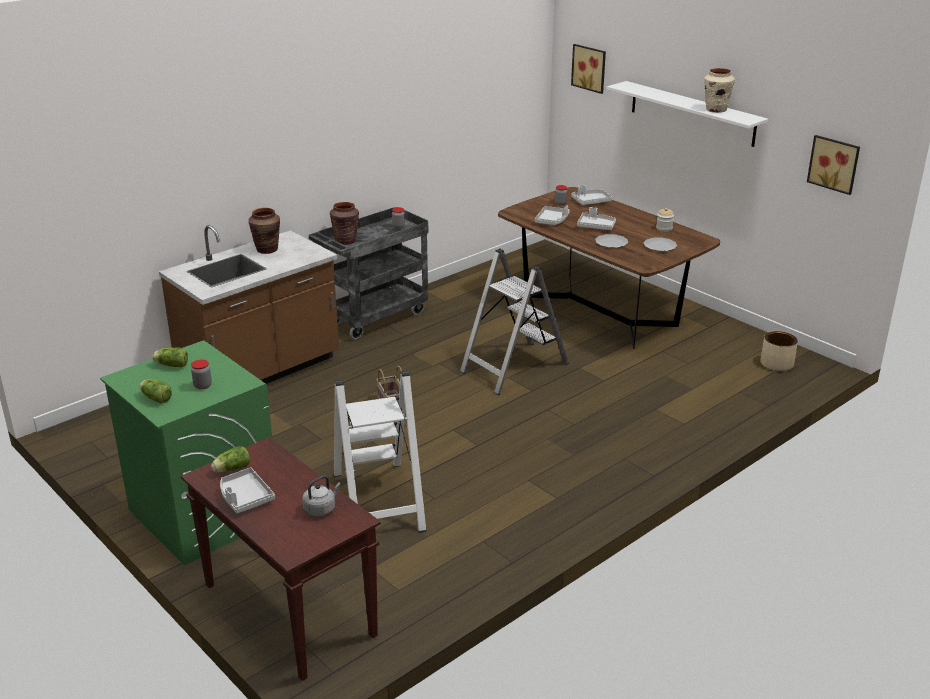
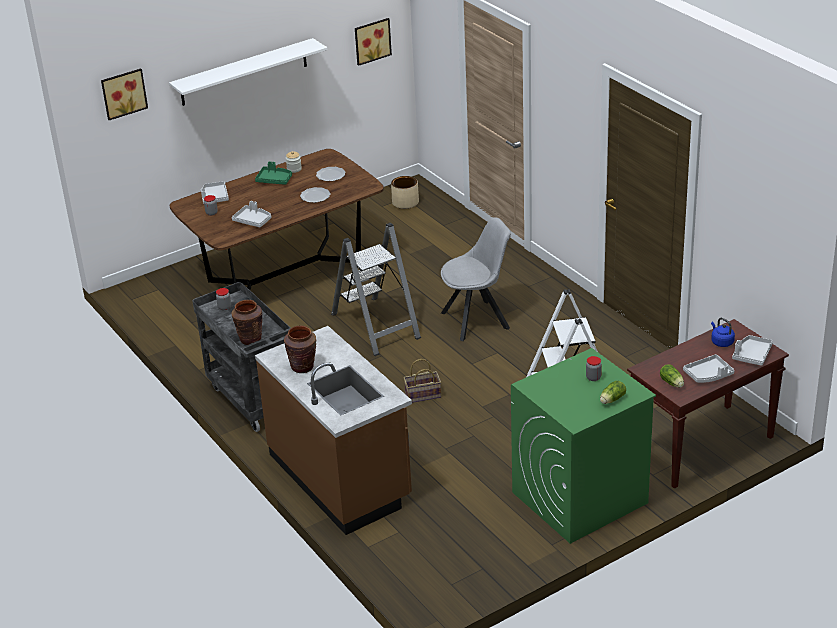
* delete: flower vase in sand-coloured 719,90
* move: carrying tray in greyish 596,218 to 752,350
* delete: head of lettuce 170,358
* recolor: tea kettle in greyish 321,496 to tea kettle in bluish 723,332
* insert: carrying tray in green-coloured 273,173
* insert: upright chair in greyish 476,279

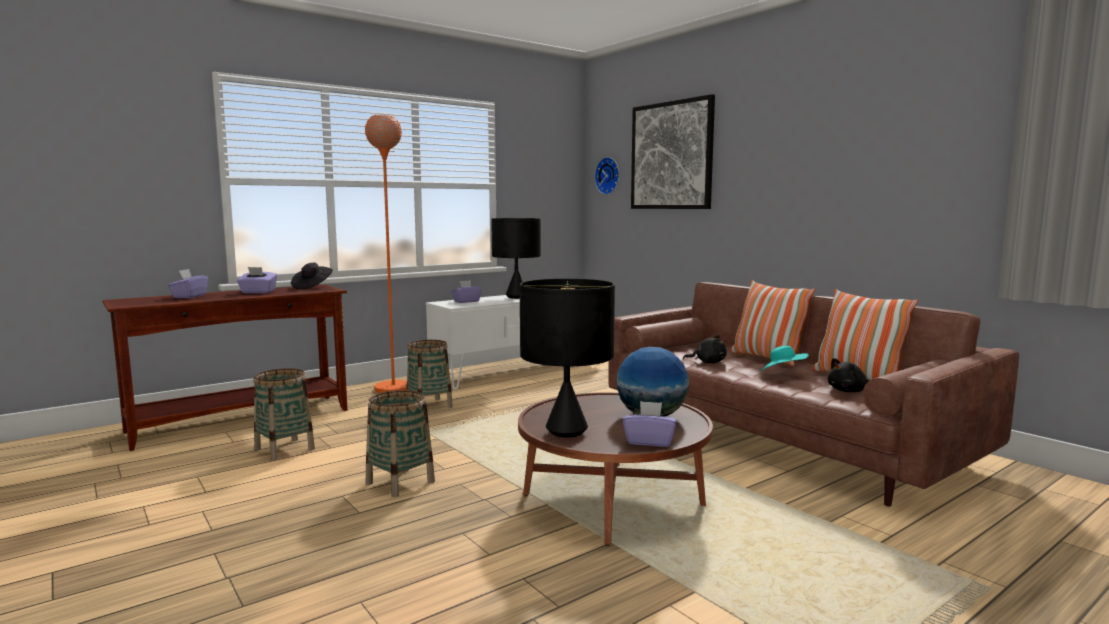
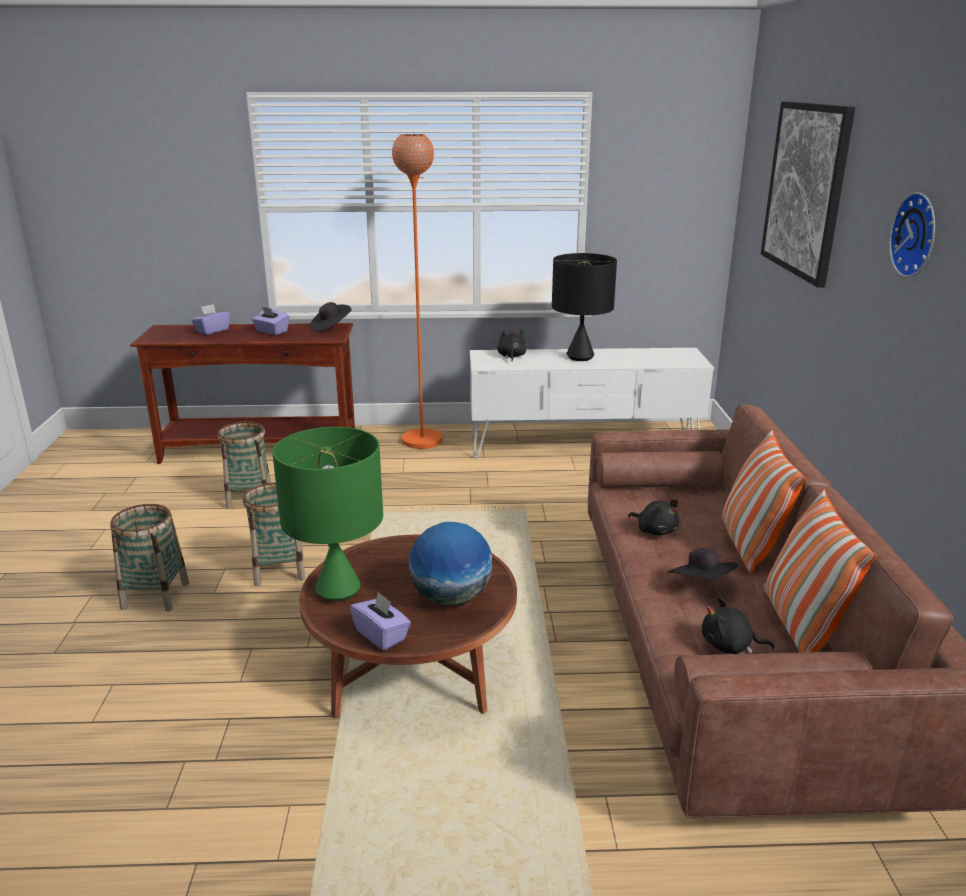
* move: wall clock 606,176 to 912,234
* recolor: tabletop lamp in blackish 567,358 to tabletop lamp in green-coloured 327,514
* replace: box of tissues in purple-coloured 466,291 to plush toy in blackish 511,345
* move: basket 429,374 to 149,558
* recolor: wearable hat in blue-green 784,359 to wearable hat in blackish 702,563

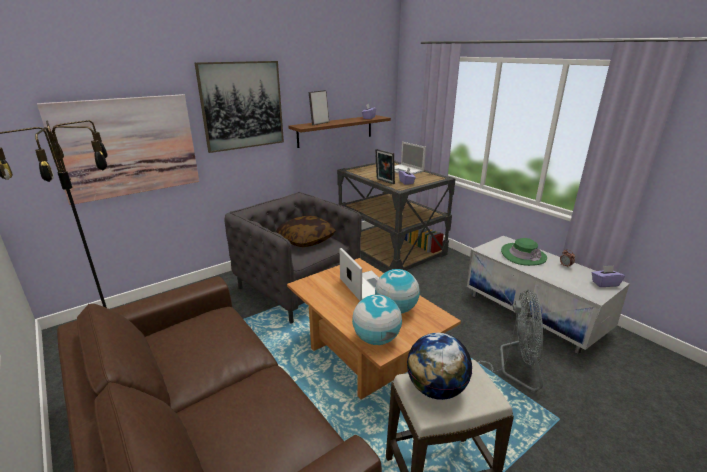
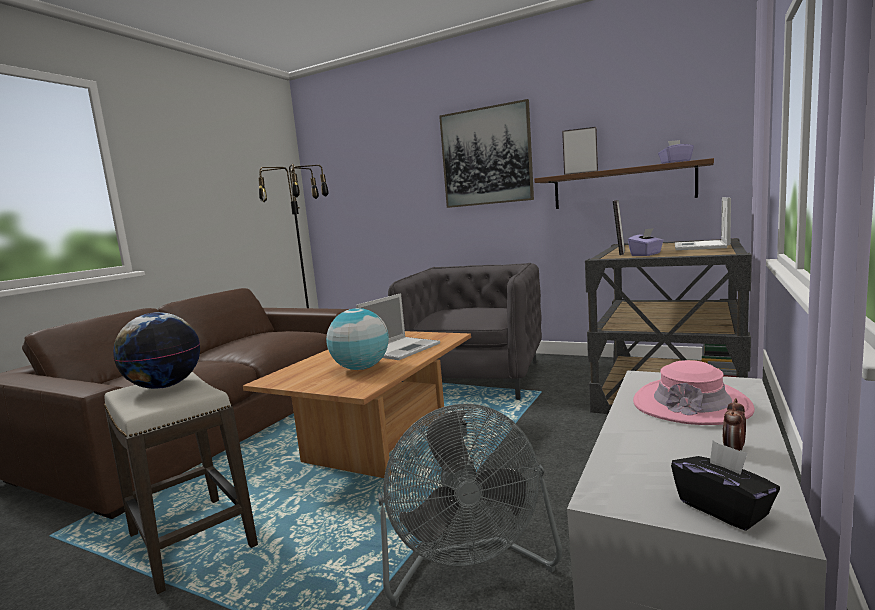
* delete: picture 118,149
* delete: throw pillow 306,231
* recolor: wearable hat in green-coloured 524,252 to wearable hat in pink-coloured 694,392
* recolor: box of tissues in purple-coloured 608,276 to box of tissues in blackish 725,486
* delete: desk globe 377,319

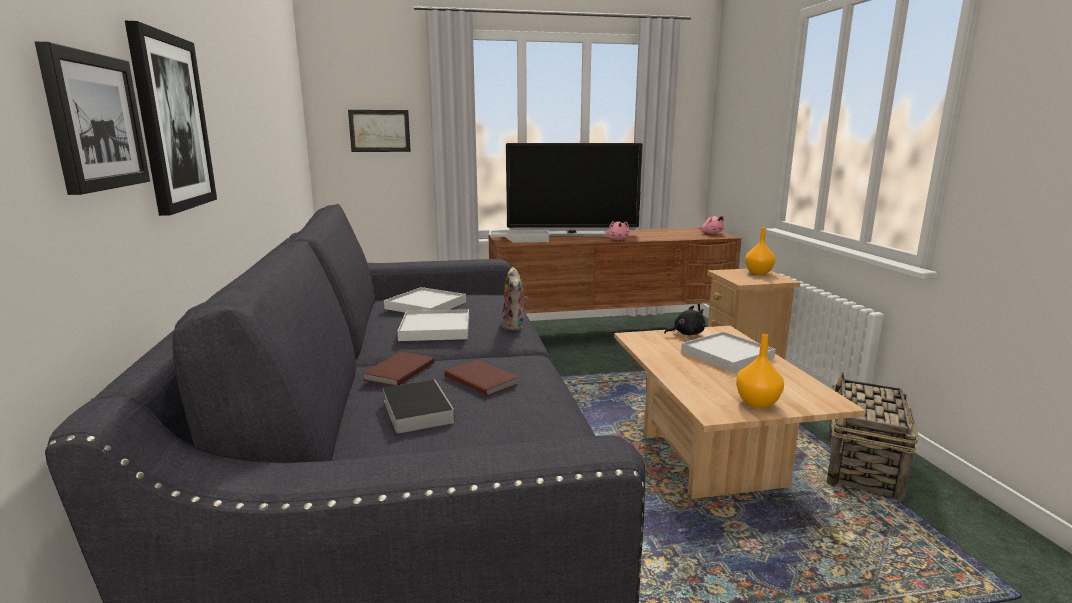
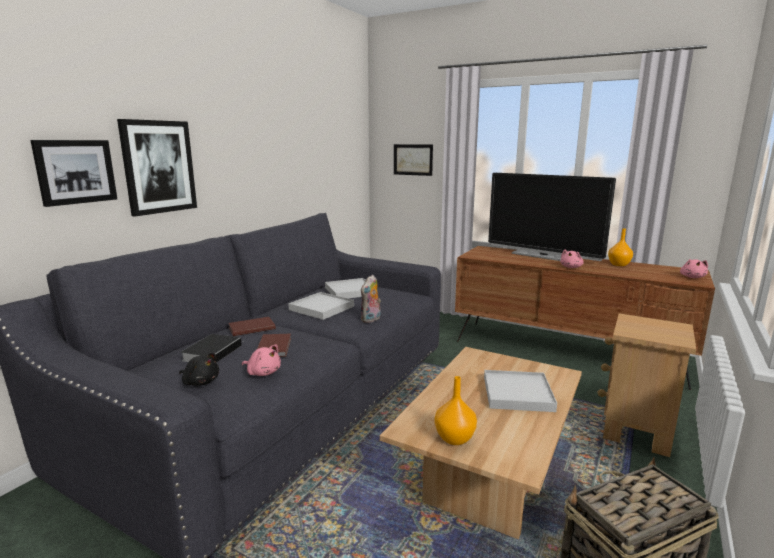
* move: flower vase in orange 760,251 to 620,247
* delete: carrying tray in whitish 519,236
* move: plush toy in blackish 684,320 to 199,369
* insert: plush toy in pink-coloured 261,360

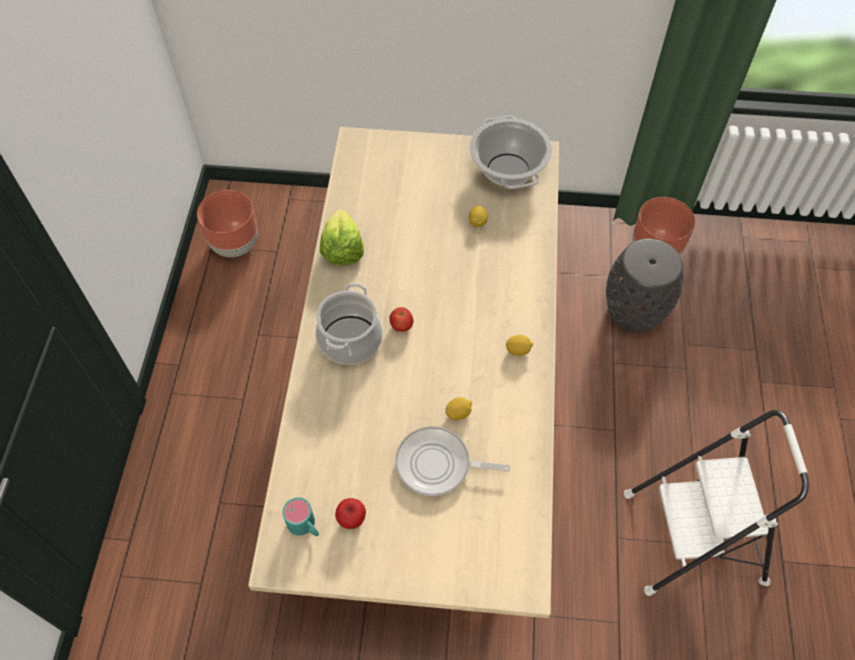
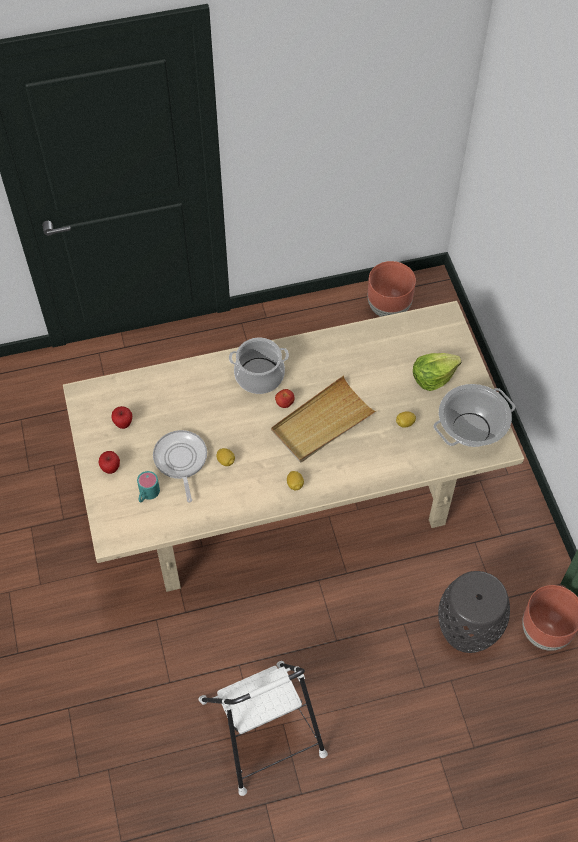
* move: head of lettuce 342,237 to 437,372
* move: tea mug in blue-green 300,516 to 148,487
* insert: carrying tray in sand-coloured 324,419
* insert: whole apple 109,462

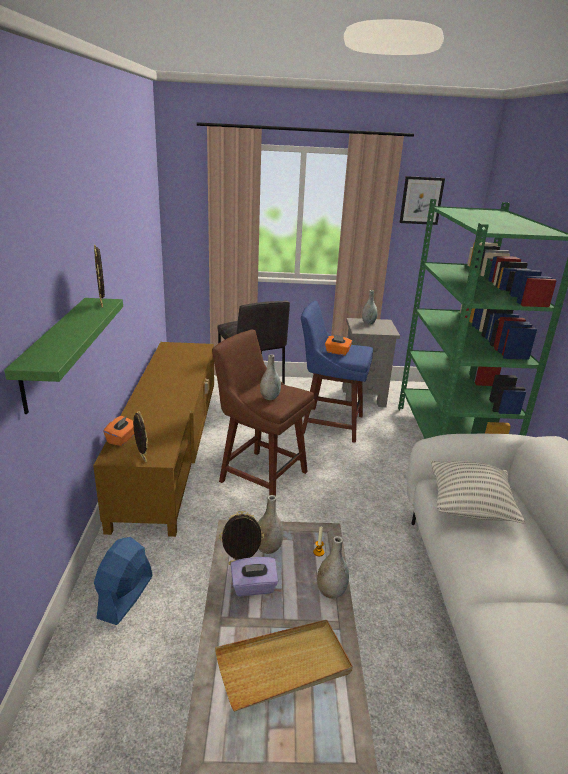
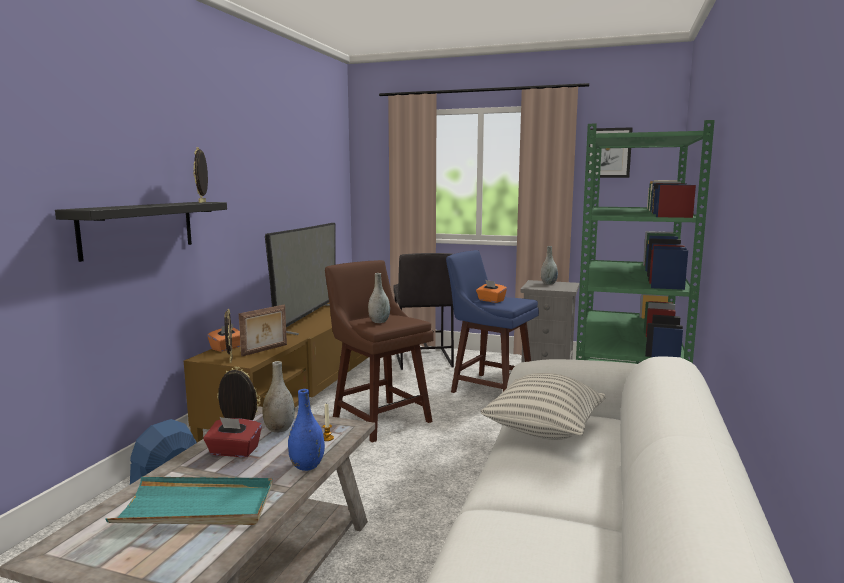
* recolor: bracket shelf in green-coloured 63,356 to bracket shelf in blackish 141,232
* recolor: flower vase in greyish 333,567 to flower vase in bluish 306,430
* recolor: box of tissues in purple-coloured 254,576 to box of tissues in red 233,437
* recolor: carrying tray in sand-coloured 284,666 to carrying tray in blue-green 189,501
* insert: television 300,279
* insert: photo frame 263,331

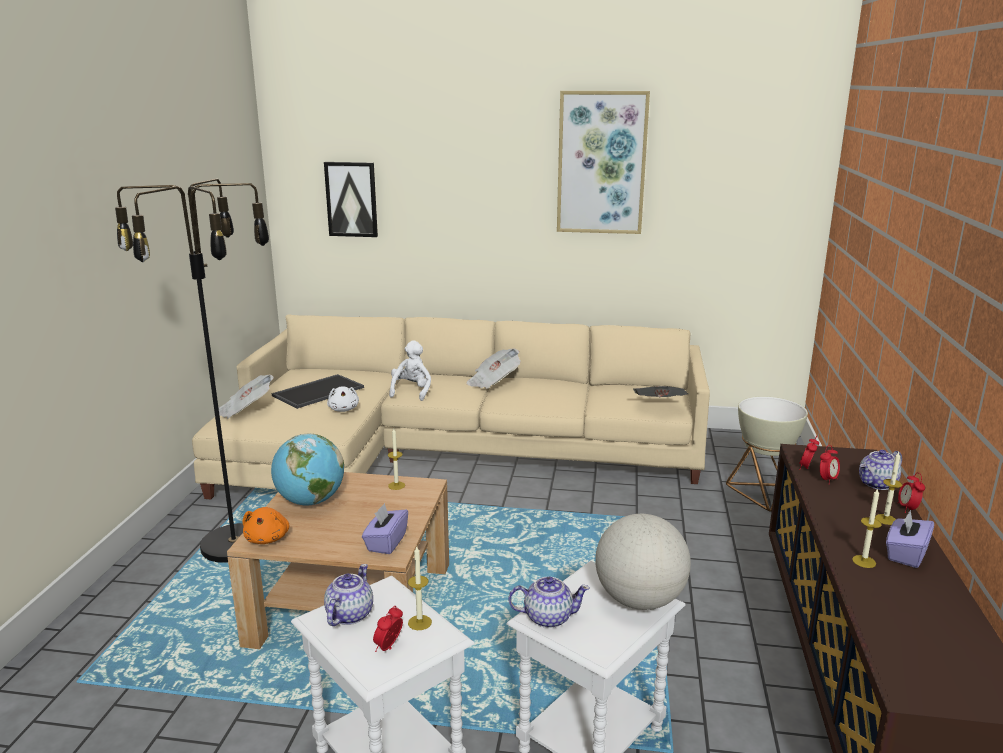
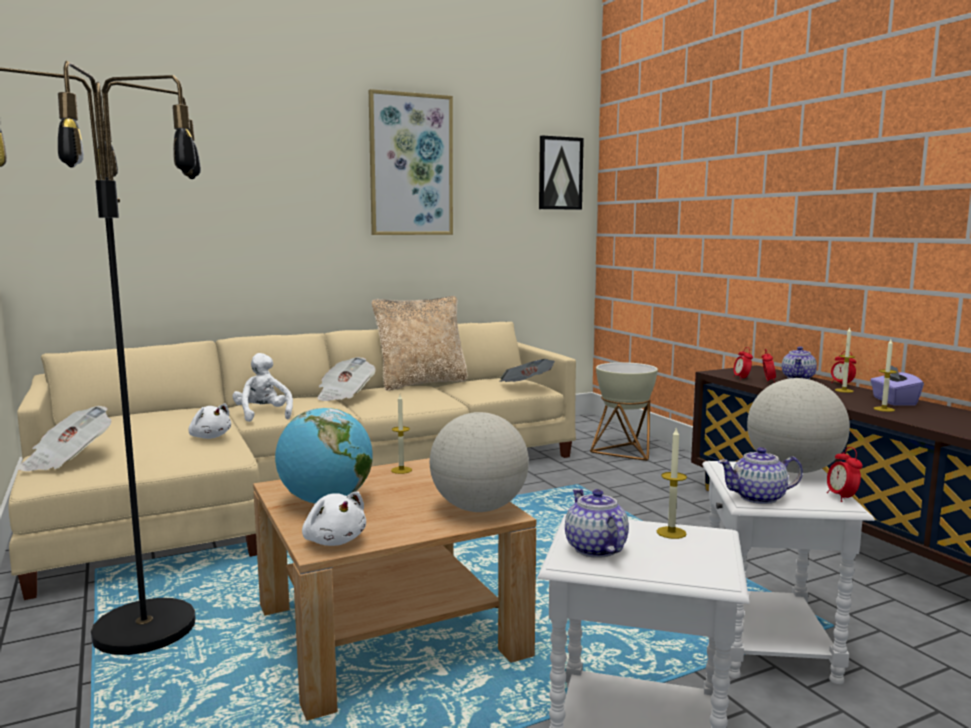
* move: picture 351,199 to 561,172
* delete: carrying tray 318,391
* replace: box of tissues in purple-coloured 385,528 to desk globe 479,462
* recolor: plush toy in orange 265,525 to plush toy in whitish 334,519
* rotate: tea pot 549,602 = 760,475 150 degrees counterclockwise
* move: alarm clock 388,629 to 845,474
* insert: throw pillow in sand-coloured 419,343

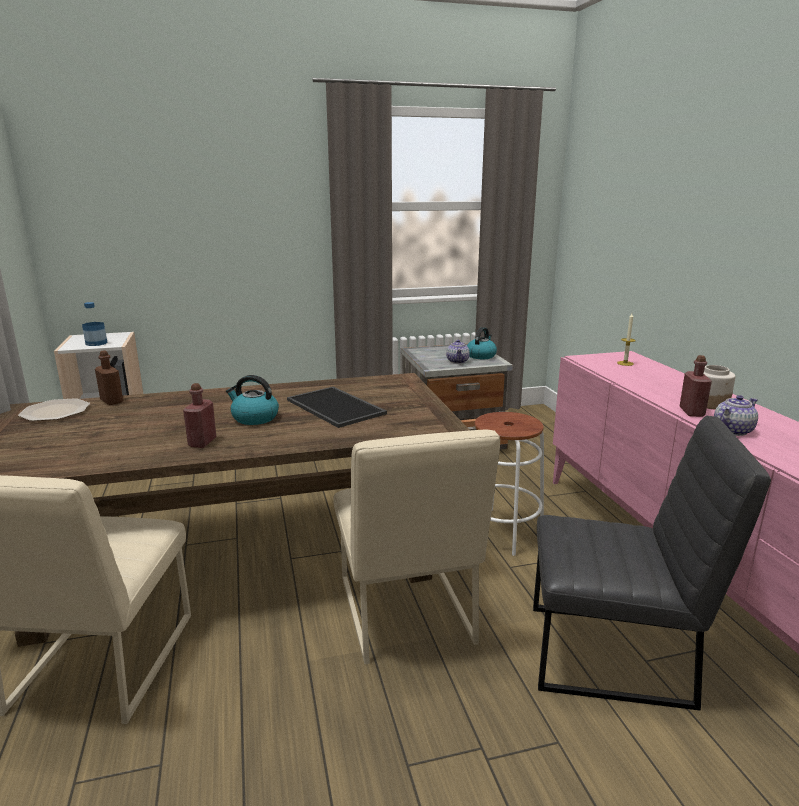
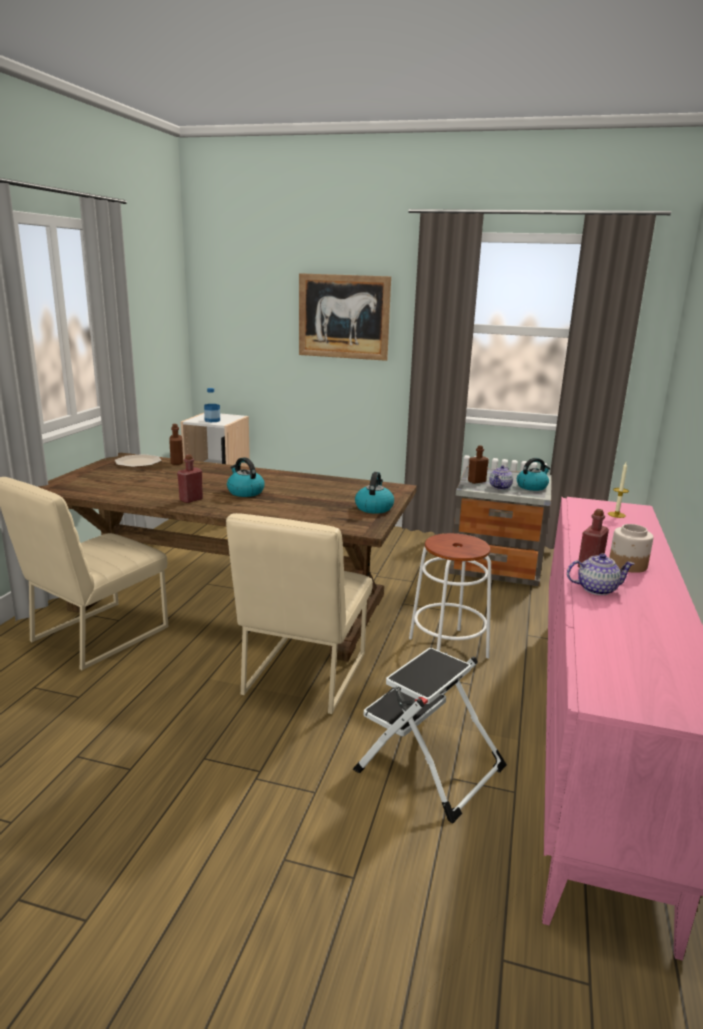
* delete: carrying tray 337,407
* replace: upright chair in greyish 652,563 to step stool 430,735
* insert: picture 345,317
* insert: beverage bottle in brown-coloured 478,464
* insert: tea kettle 374,493

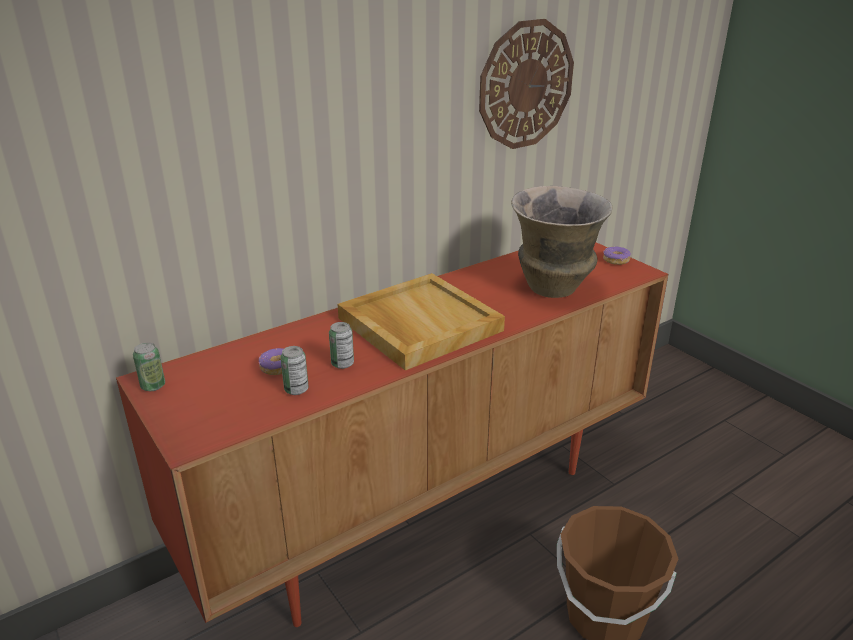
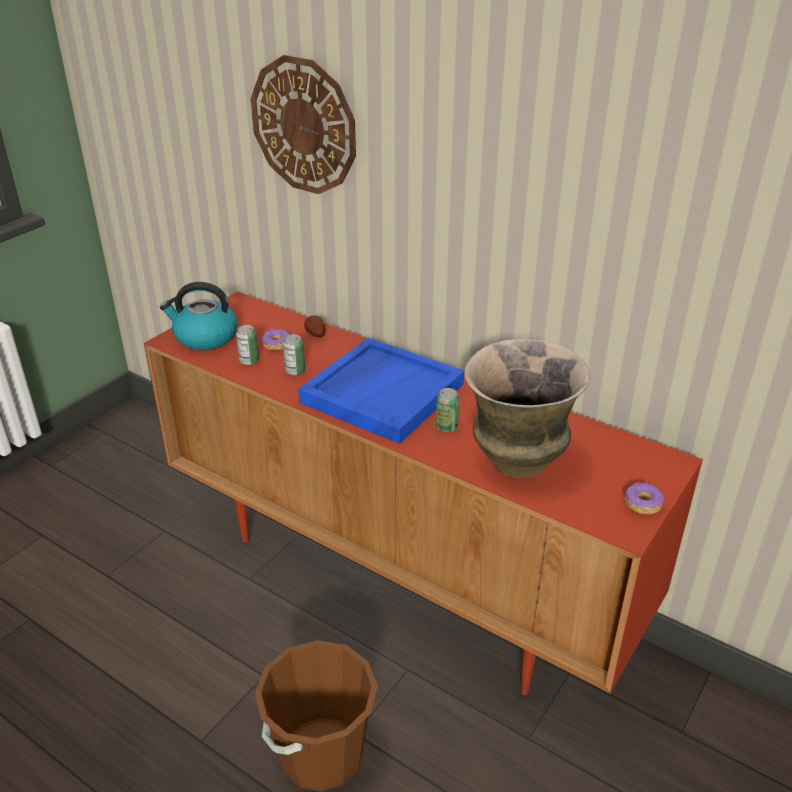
* move: wall clock 526,84 to 303,124
* recolor: carrying tray in sand-coloured 421,322 to carrying tray in bluish 381,390
* move: sealed can 149,366 to 447,410
* insert: tea kettle 198,316
* insert: potato 315,326

